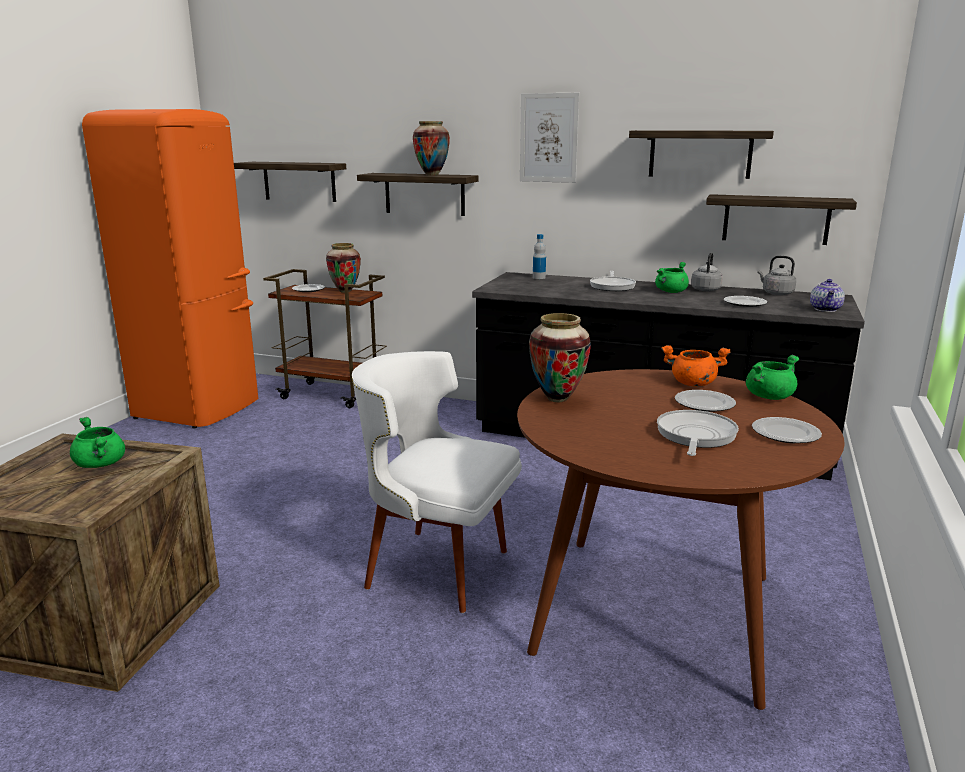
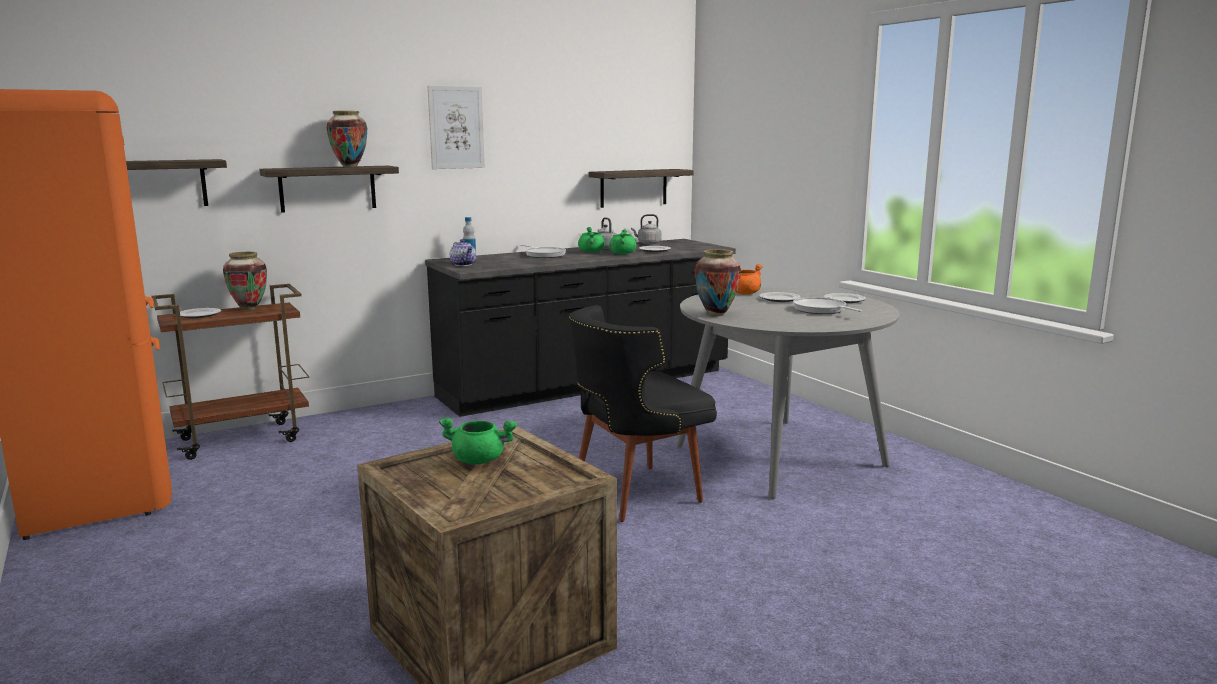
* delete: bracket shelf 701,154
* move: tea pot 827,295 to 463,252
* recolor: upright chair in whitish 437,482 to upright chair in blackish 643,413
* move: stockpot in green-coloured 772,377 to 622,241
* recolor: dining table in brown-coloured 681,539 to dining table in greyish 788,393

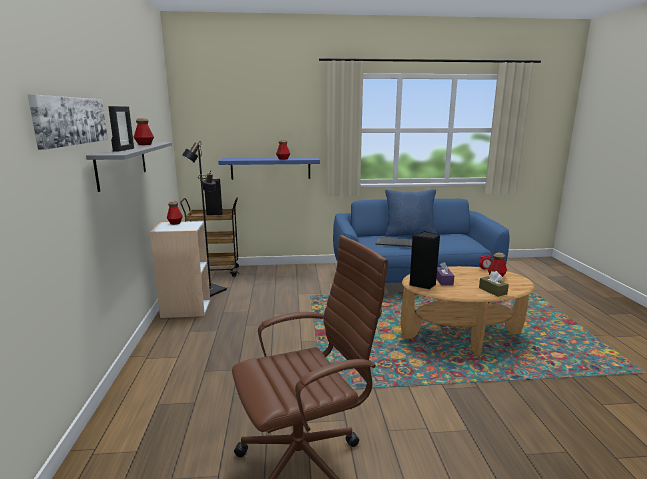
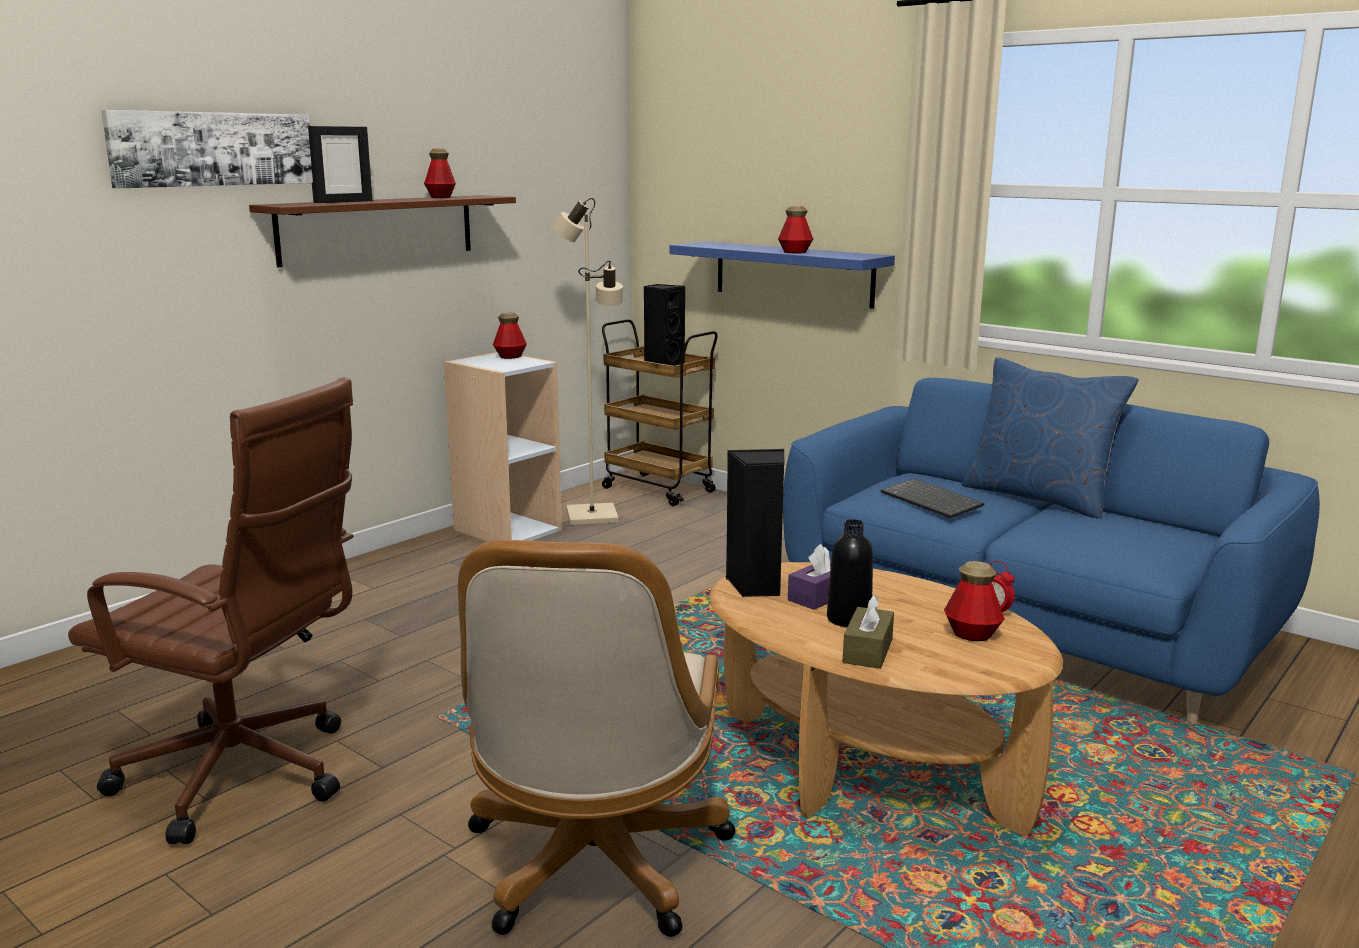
* recolor: standing lamp in blackish 204,219 to standing lamp in sand-coloured 587,361
* recolor: bracket shelf in greyish 129,167 to bracket shelf in brown-coloured 382,231
* insert: beverage bottle in blackish 850,573
* insert: office chair 596,738

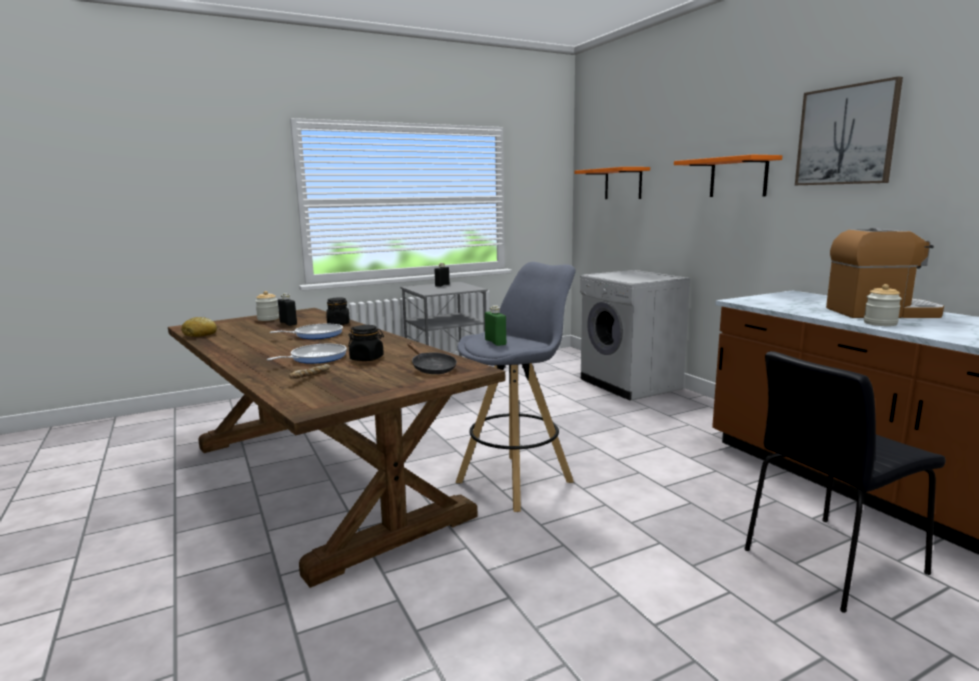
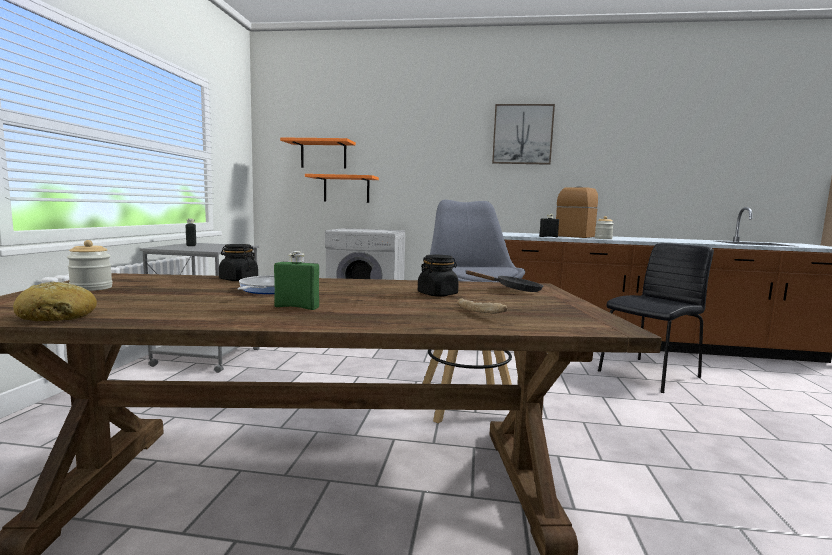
* move: bracket shelf in orange 728,176 to 342,188
* move: beverage bottle in blackish 287,309 to 549,225
* move: beverage bottle in green-coloured 495,325 to 296,280
* delete: pan 307,354
* rotate: upright chair in blackish 845,482 = 656,318 135 degrees counterclockwise

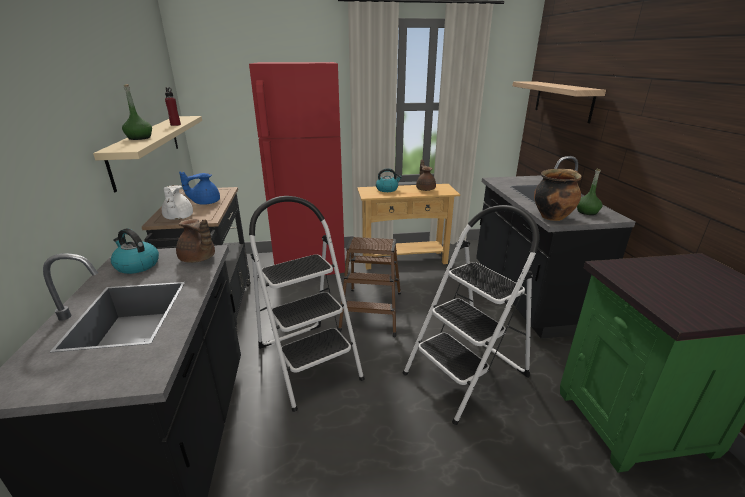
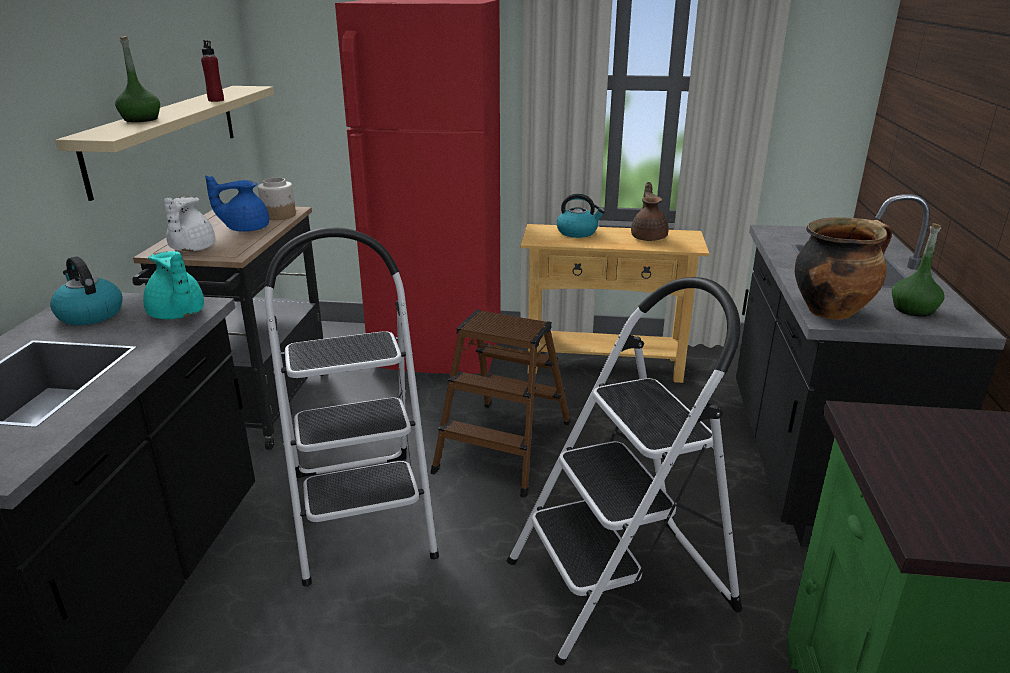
* delete: bracket shelf 559,102
* recolor: tea pot in brown-coloured 195,241 to tea pot in blue-green 173,285
* insert: jar 277,199

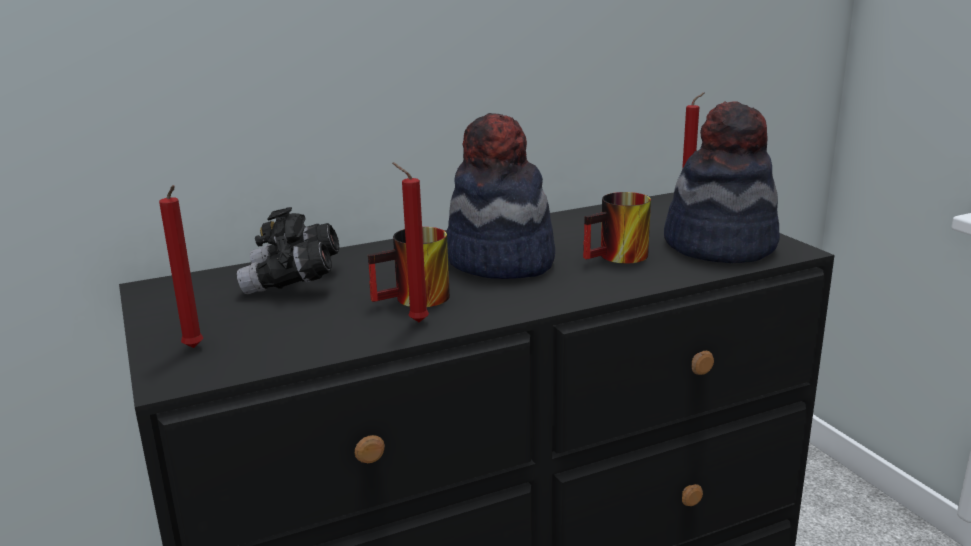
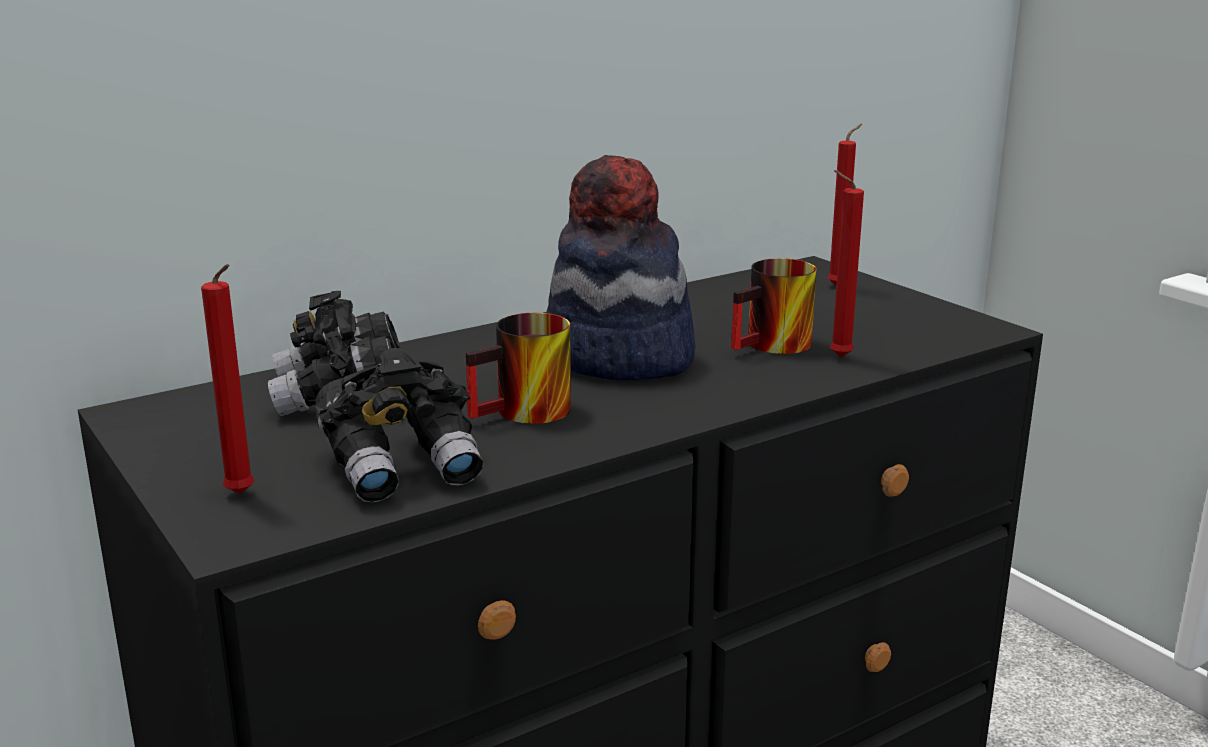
* delete: wearable hat 722,182
* move: candle in red 410,242 to 847,263
* insert: pair of binoculars in blackish 399,424

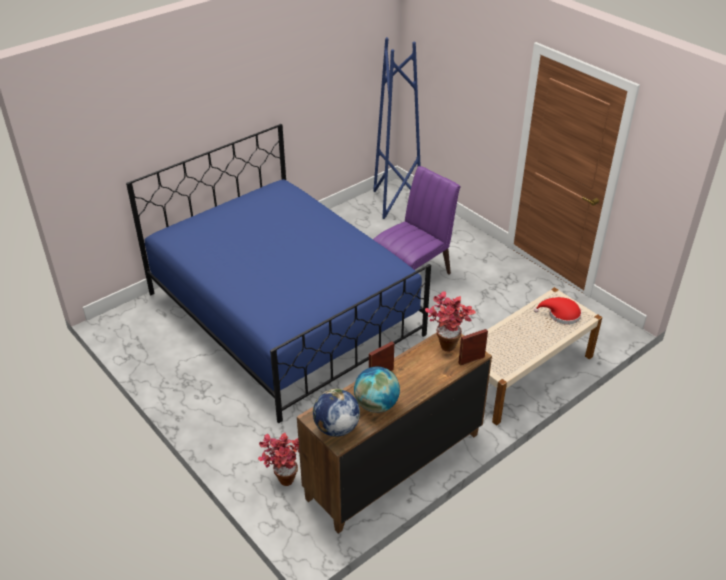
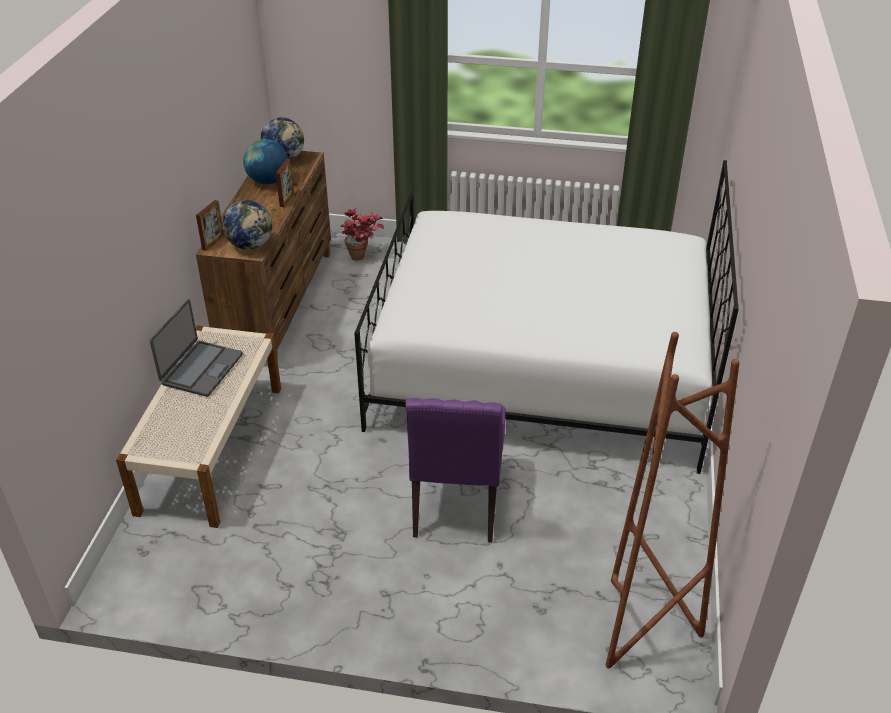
* recolor: garment stand in bluish 397,128 to garment stand in brown-coloured 672,500
* recolor: sleeping bed in bluish 278,273 to sleeping bed in whitish 546,317
* replace: plant in a pot 450,321 to desk globe 247,225
* delete: wearable hat in red 558,311
* insert: notebook computer 196,348

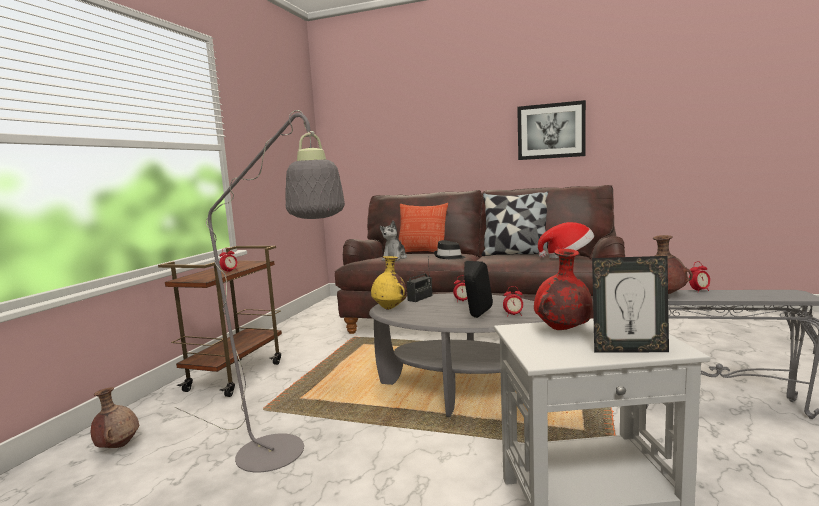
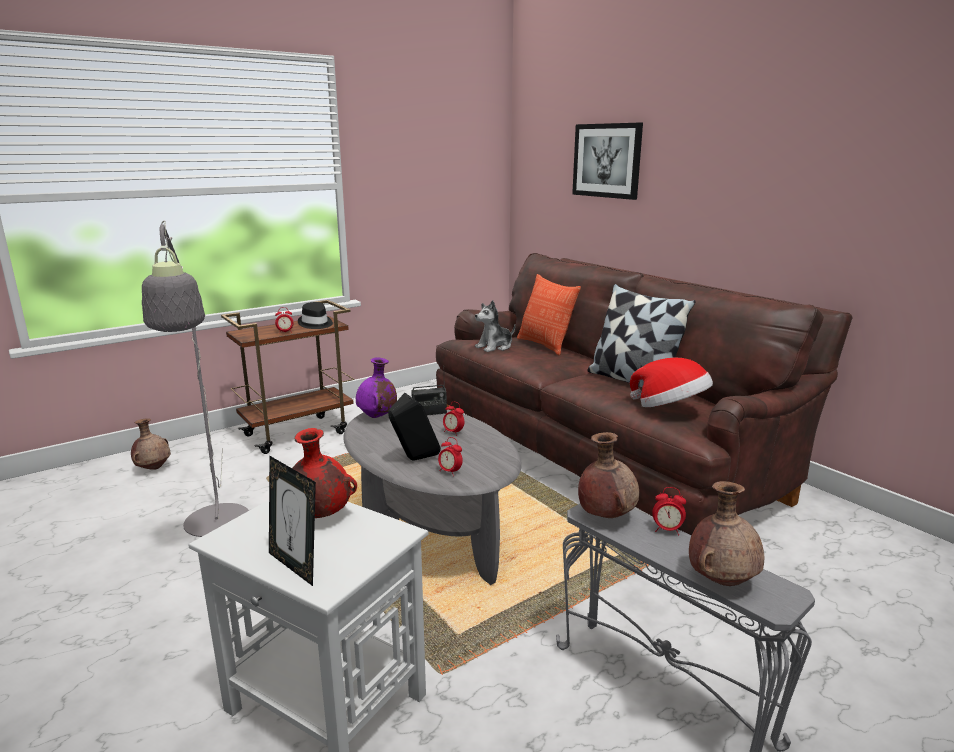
* move: picture 551,130 to 607,161
* move: wearable hat in blackish 449,250 to 315,315
* recolor: flower vase in yellow 388,283 to flower vase in purple-coloured 376,387
* insert: flower vase in brown-coloured 727,533

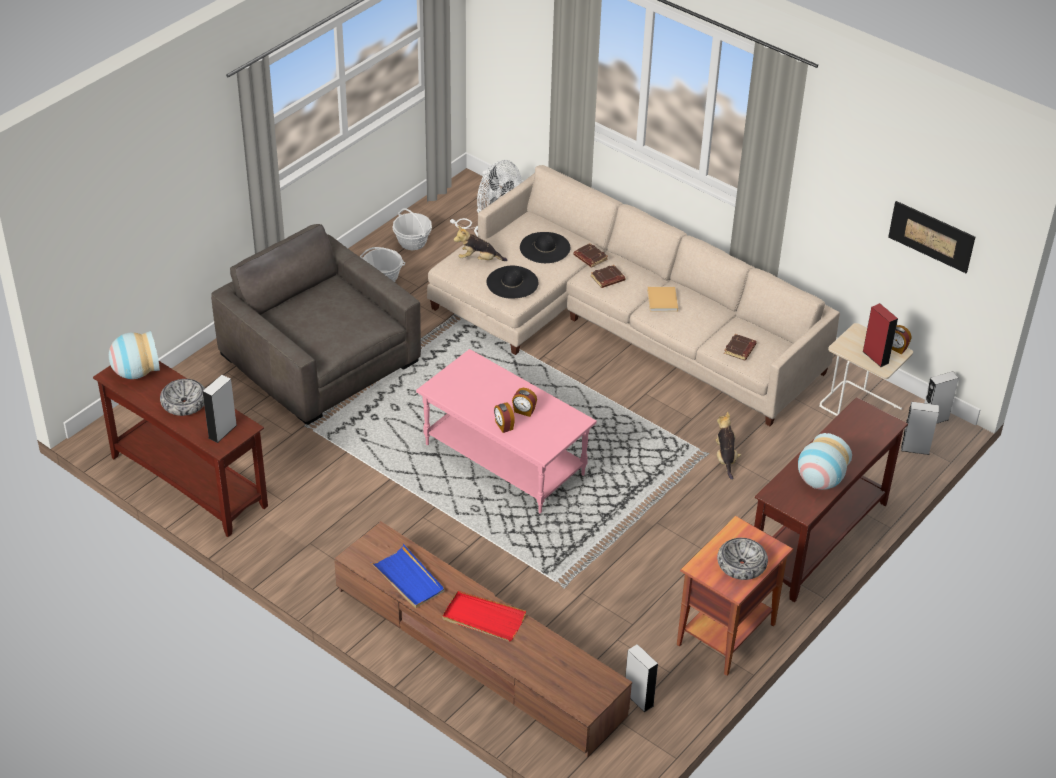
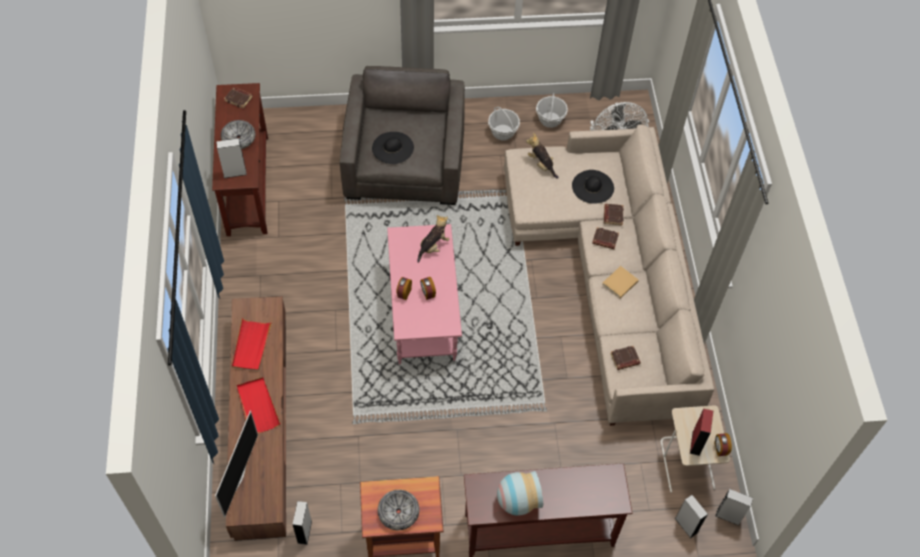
* delete: picture 931,237
* move: wearable hat in blackish 512,282 to 393,148
* replace: flower vase 134,355 to bound book in brown-coloured 238,98
* move: plush toy 728,446 to 433,239
* recolor: carrying tray in bluish 408,576 to carrying tray in red 252,344
* insert: television 236,464

